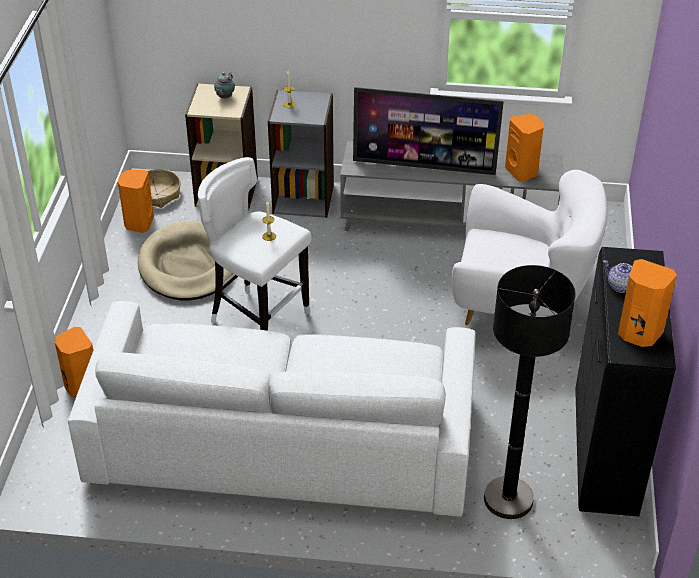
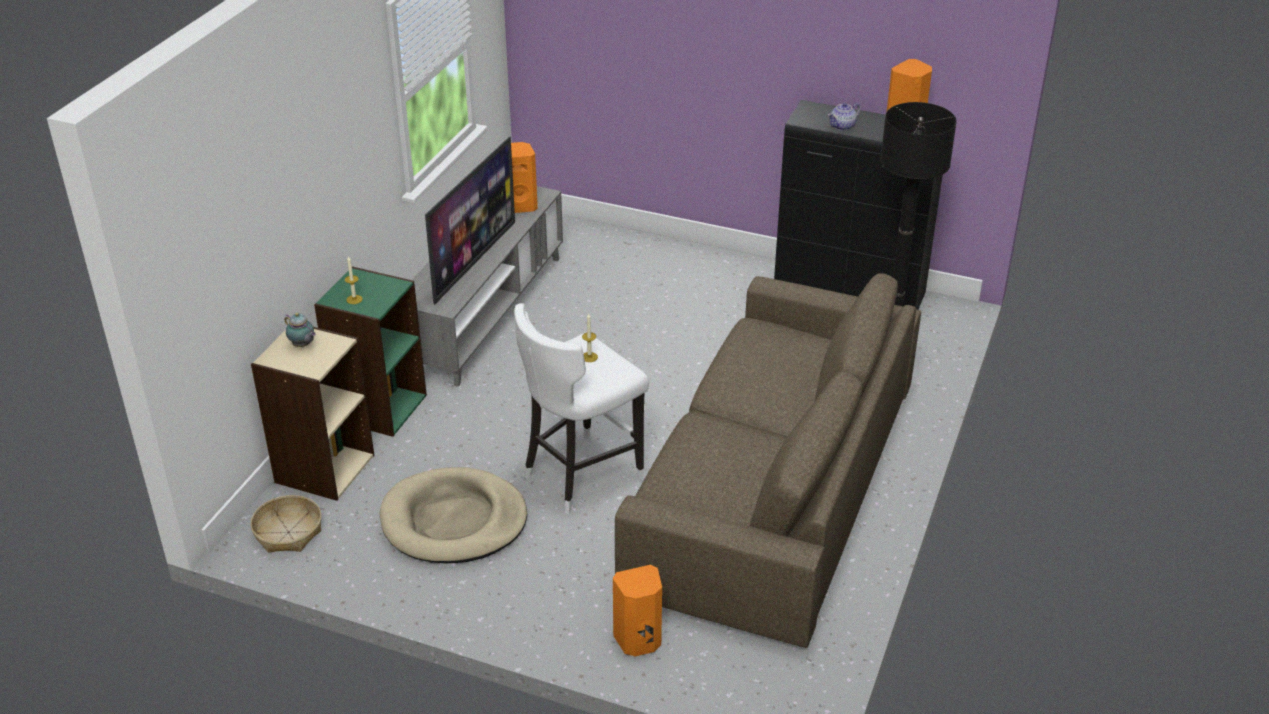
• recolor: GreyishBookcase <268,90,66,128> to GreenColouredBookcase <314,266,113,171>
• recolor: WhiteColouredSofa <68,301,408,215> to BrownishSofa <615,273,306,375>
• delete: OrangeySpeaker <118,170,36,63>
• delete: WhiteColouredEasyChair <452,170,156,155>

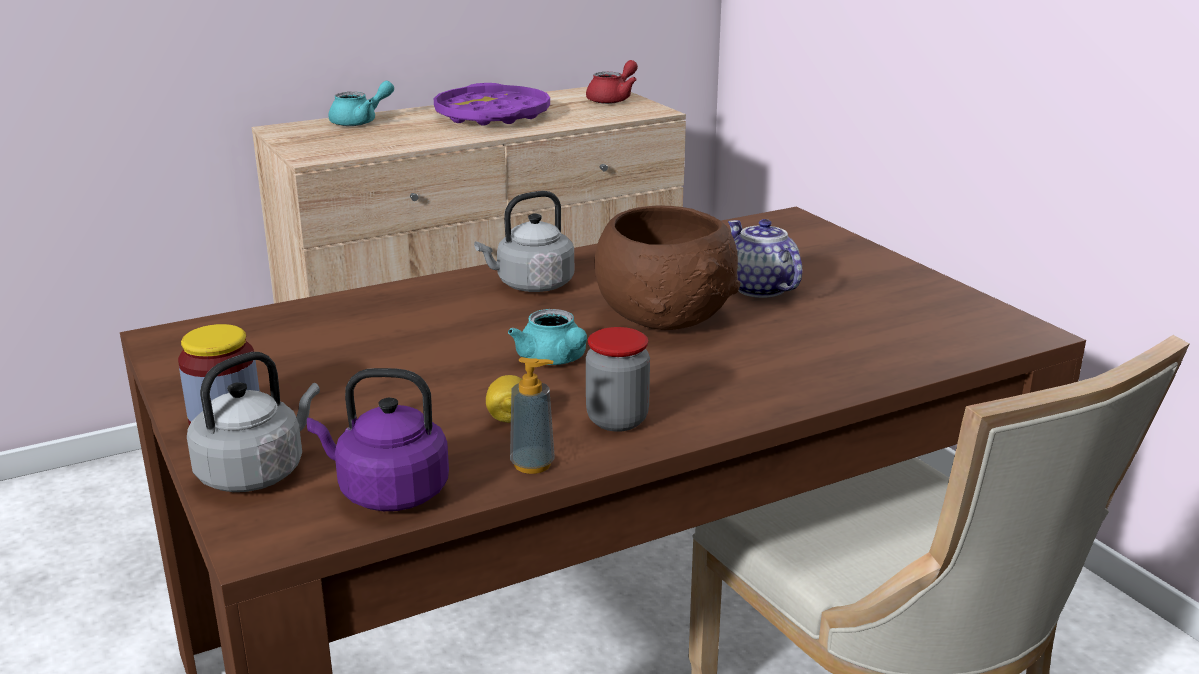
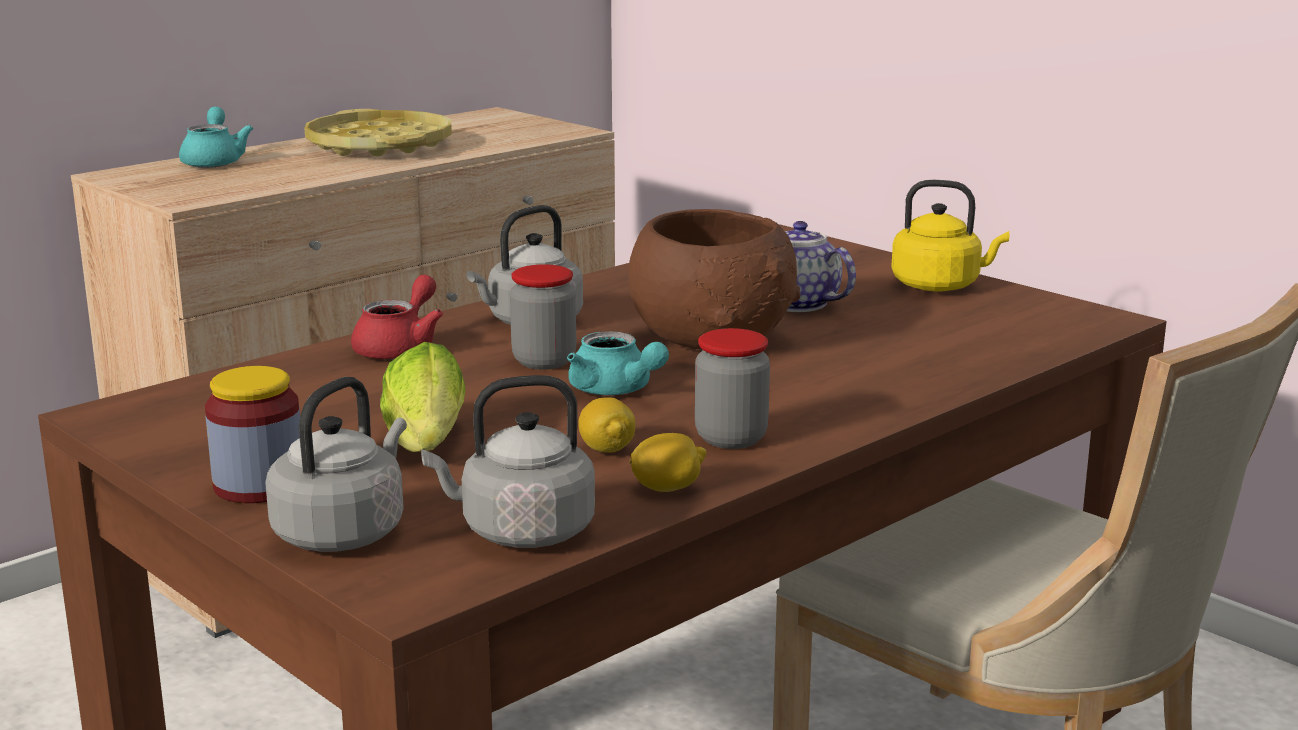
• rotate: TurquoiseTeaPot <328,81,66,45> = <179,107,74,61> 45 degrees counterclockwise
• recolor: PurplishServingTray <434,83,116,42> to YellowishServingTray <304,109,148,47>
• move: RedTeaPot <586,60,52,44> to <351,275,92,84>
• insert: HeadOfLettuce <380,342,85,110>
• recolor: PurplishTeaKettle <307,368,142,143> to GreyishTeaKettle <421,375,174,173>
• insert: Jar <510,264,66,106>
• replace: SoapDispenser <510,357,45,117> to Lemon <629,433,77,59>
• insert: YellowishTeaKettle <891,180,119,112>

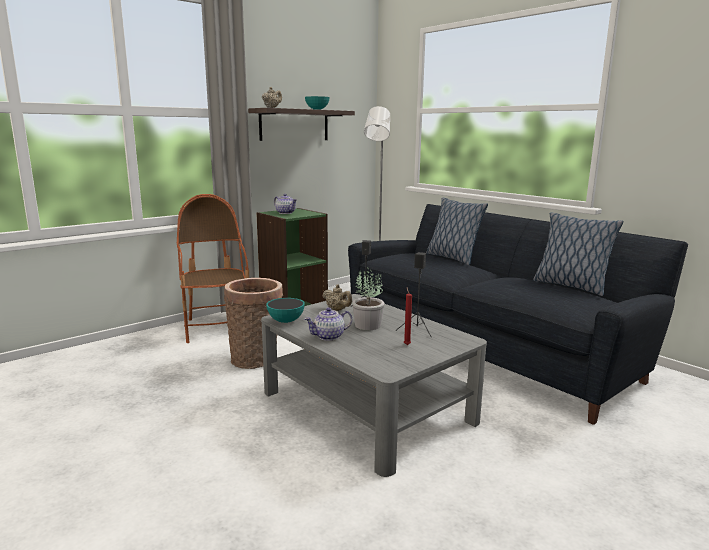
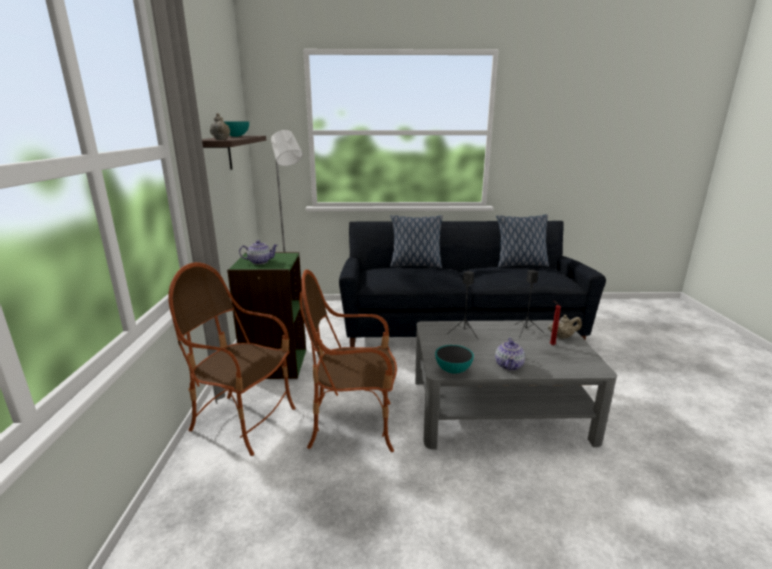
• replace: Basket <224,278,59,91> to EasyChair <299,269,98,183>
• move: BeigeColouredTeaPot <322,284,30,27> to <548,315,34,24>
• delete: PlantInAPot <352,267,33,63>

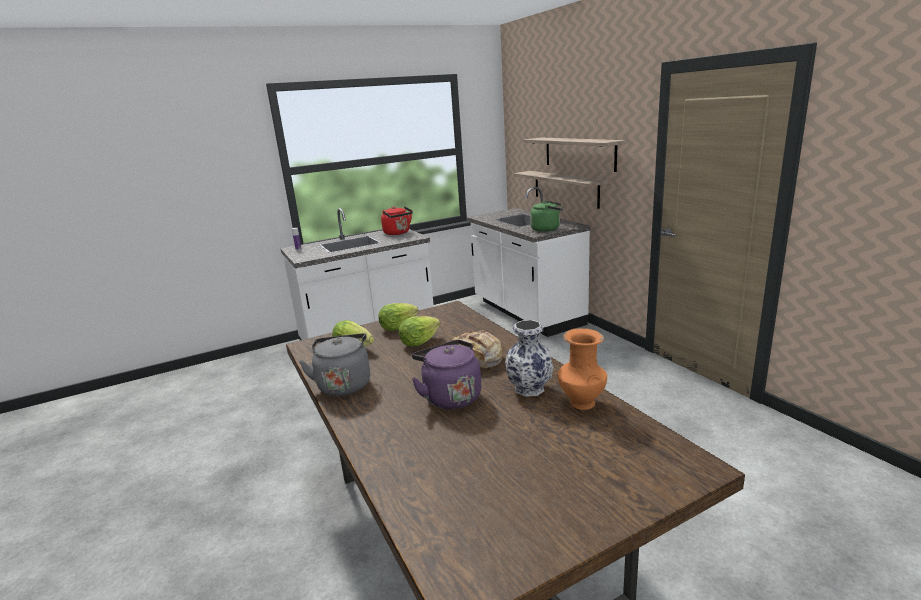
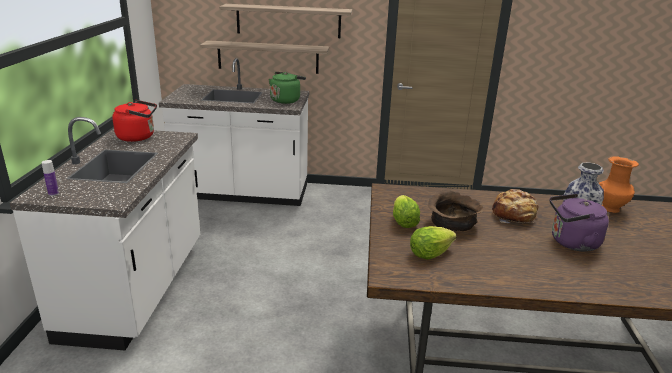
• replace: HeadOfLettuce <399,316,41,30> to BrownishDeepDish <428,190,55,41>
• delete: GreyishTeaKettle <299,333,71,63>

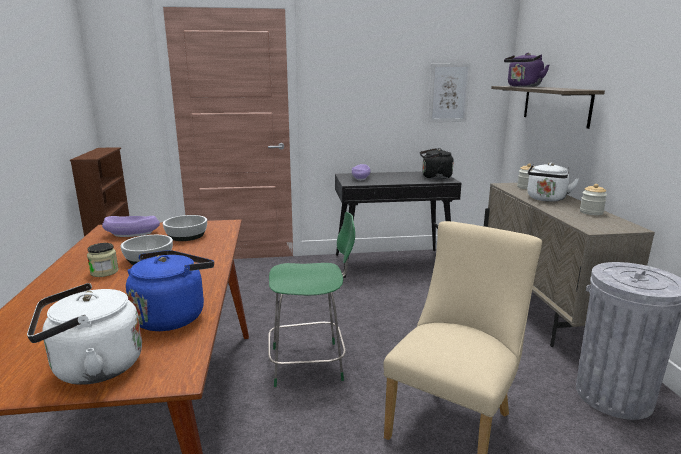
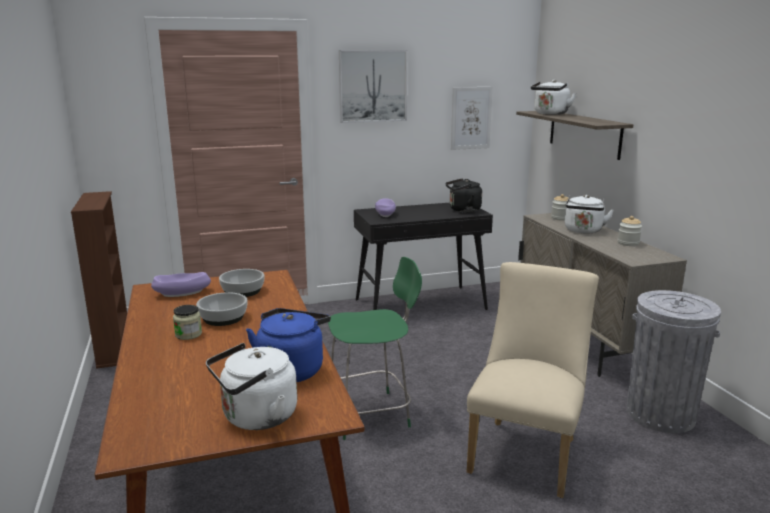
• insert: WallPicture <339,50,68,73>
• recolor: PurplishTeaKettle <504,53,46,34> to WhiteColouredTeaKettle <531,80,45,35>

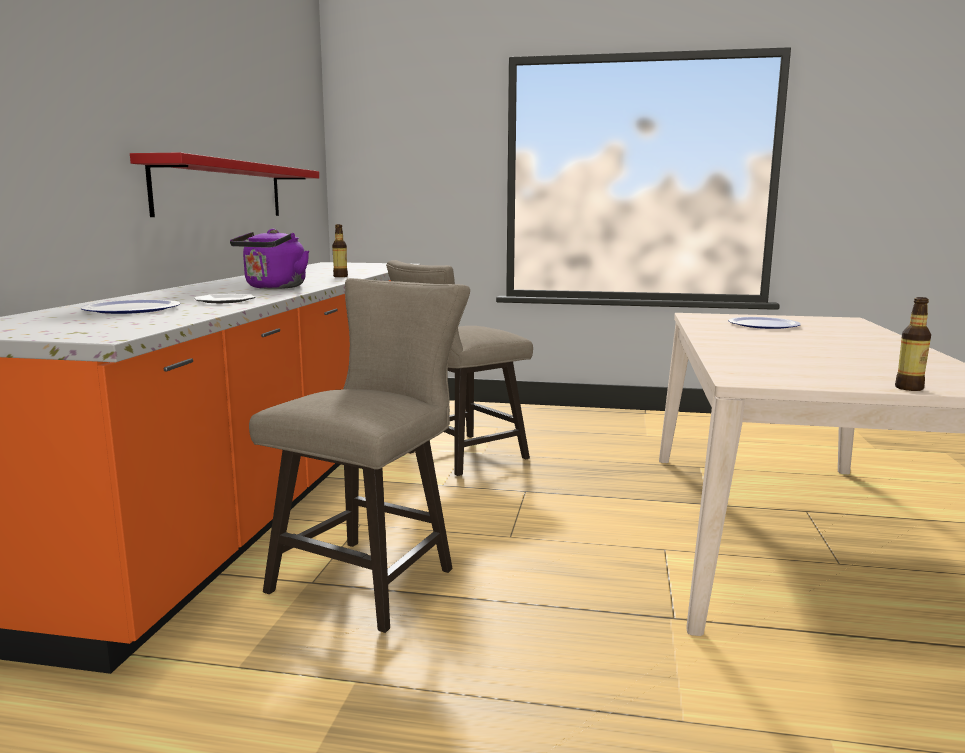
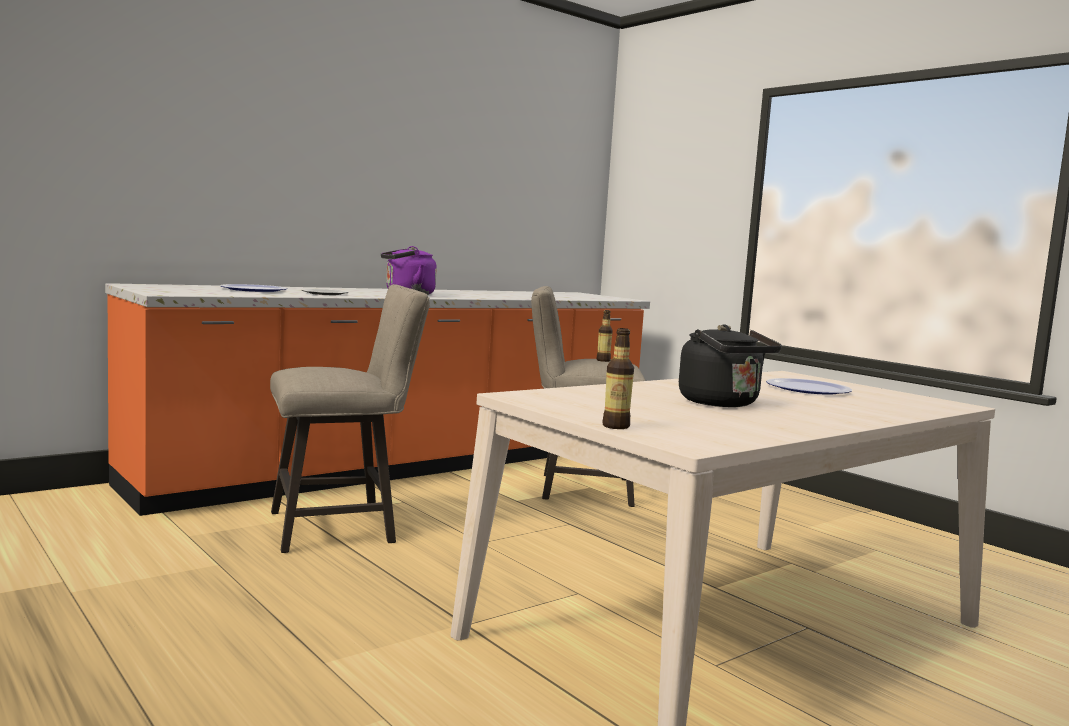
• move: DrinkBottle <332,224,16,53> to <596,310,17,52>
• insert: BlackTeaKettle <679,324,103,83>
• delete: RedWallShelf <130,153,189,64>

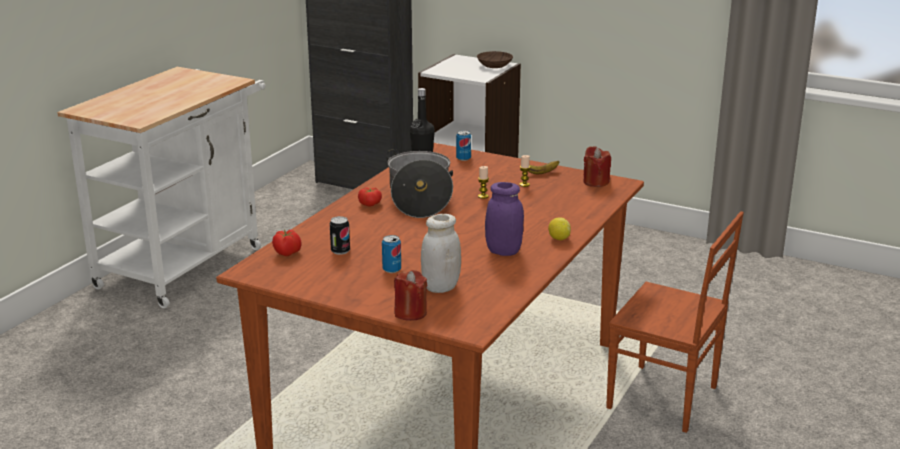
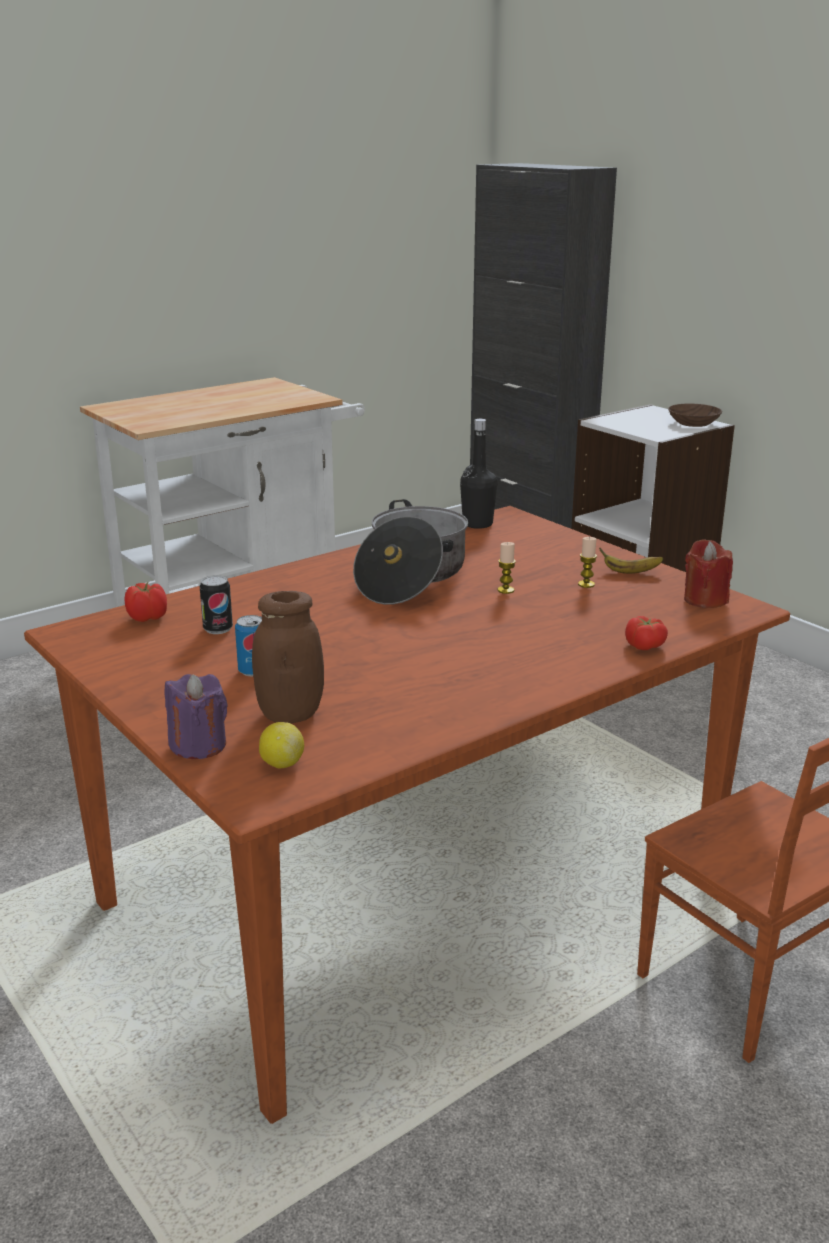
• recolor: RedWaxLight <394,270,34,51> to PurplishWaxLight <165,674,63,85>
• recolor: WhiteColouredJar <421,214,40,79> to BrownishJar <252,591,72,132>
• move: Lemon <548,217,23,23> to <259,722,45,46>
• move: FreshTomato <358,187,24,20> to <625,616,43,34>
• delete: SealedCan <456,130,15,31>
• delete: PurplishJar <485,182,39,74>

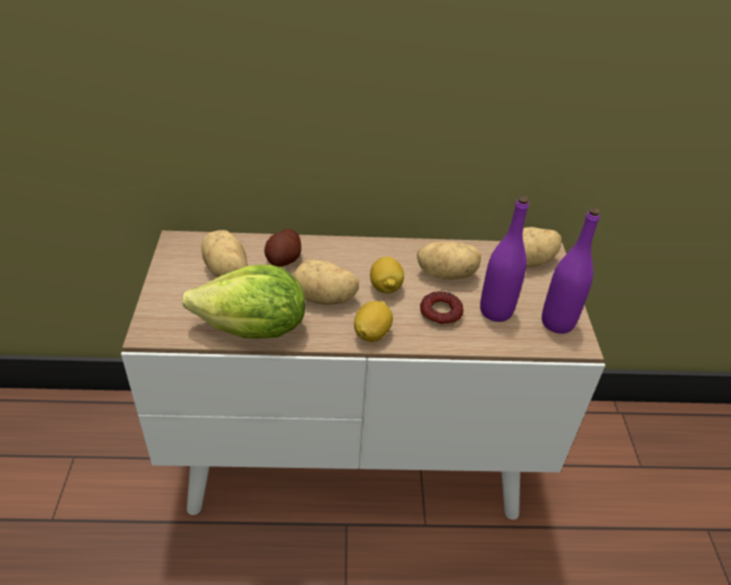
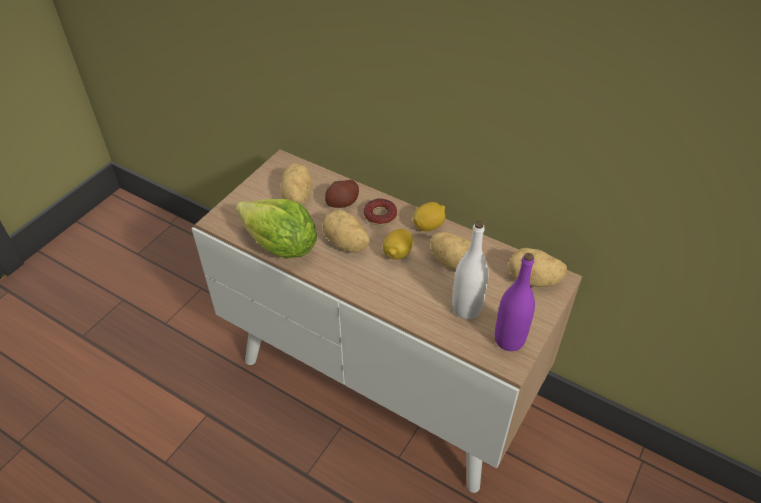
• move: Doughnut <420,291,44,35> to <363,199,34,27>
• move: Lemon <354,301,39,41> to <413,202,32,29>
• recolor: PurplishDrinkBottle <480,196,49,126> to WhiteColouredDrinkBottle <452,221,37,98>

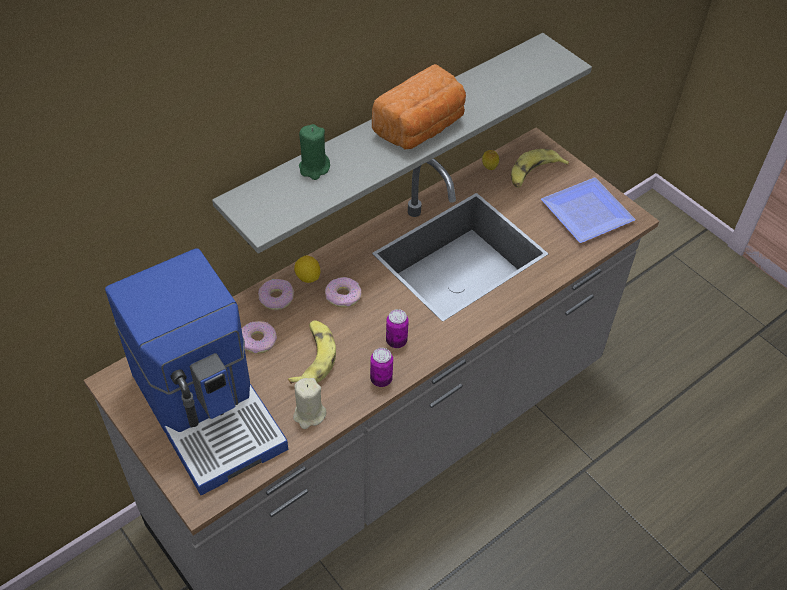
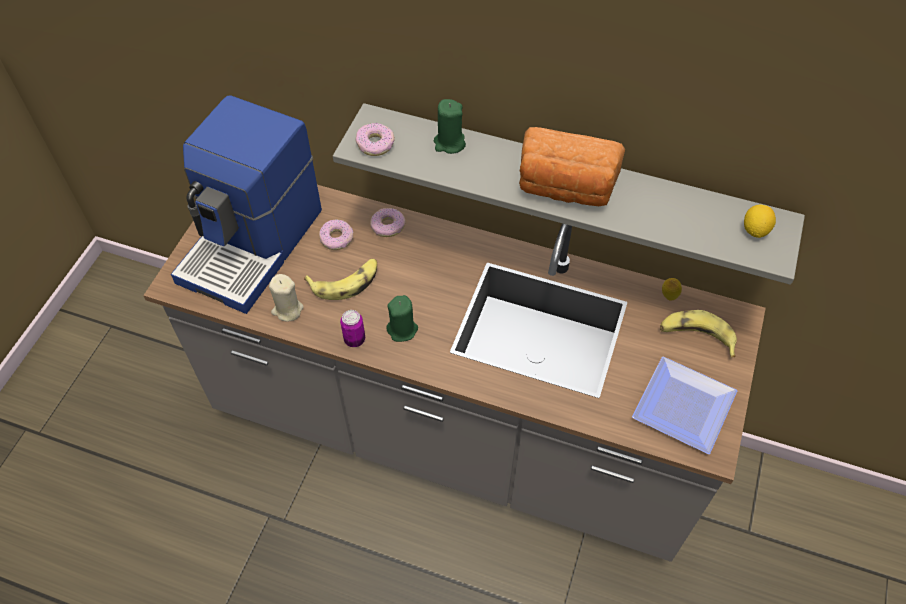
• move: Doughnut <325,277,36,30> to <356,123,39,33>
• replace: SealedCan <386,309,23,39> to GreenColouredWaxLight <387,295,31,47>
• move: Lemon <294,256,26,27> to <744,204,32,34>

